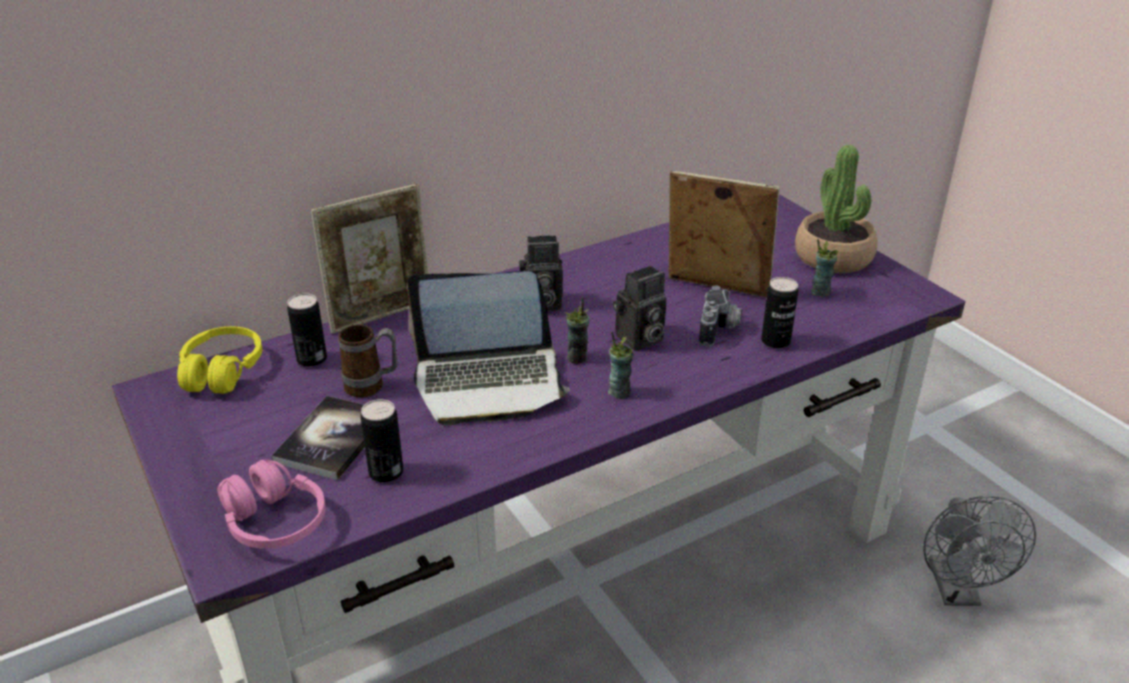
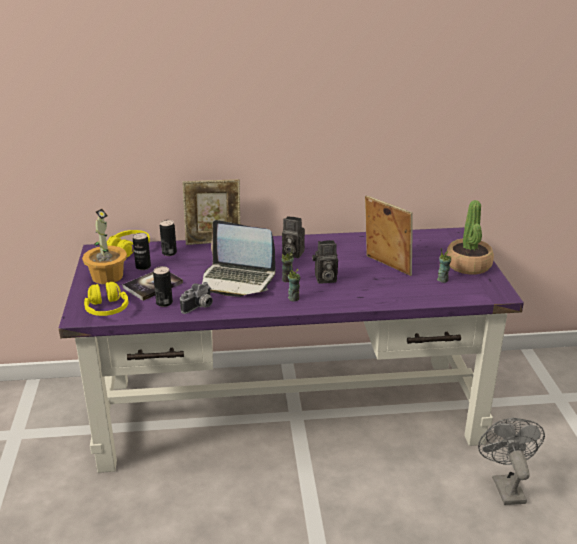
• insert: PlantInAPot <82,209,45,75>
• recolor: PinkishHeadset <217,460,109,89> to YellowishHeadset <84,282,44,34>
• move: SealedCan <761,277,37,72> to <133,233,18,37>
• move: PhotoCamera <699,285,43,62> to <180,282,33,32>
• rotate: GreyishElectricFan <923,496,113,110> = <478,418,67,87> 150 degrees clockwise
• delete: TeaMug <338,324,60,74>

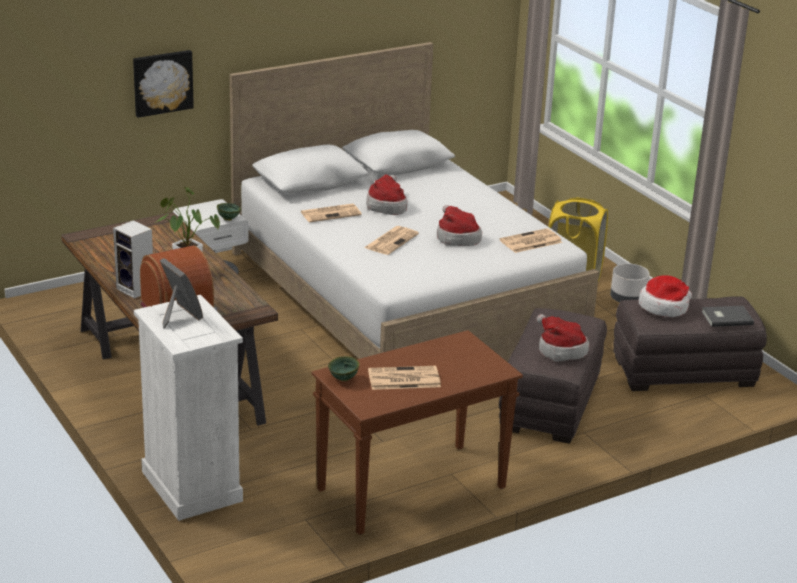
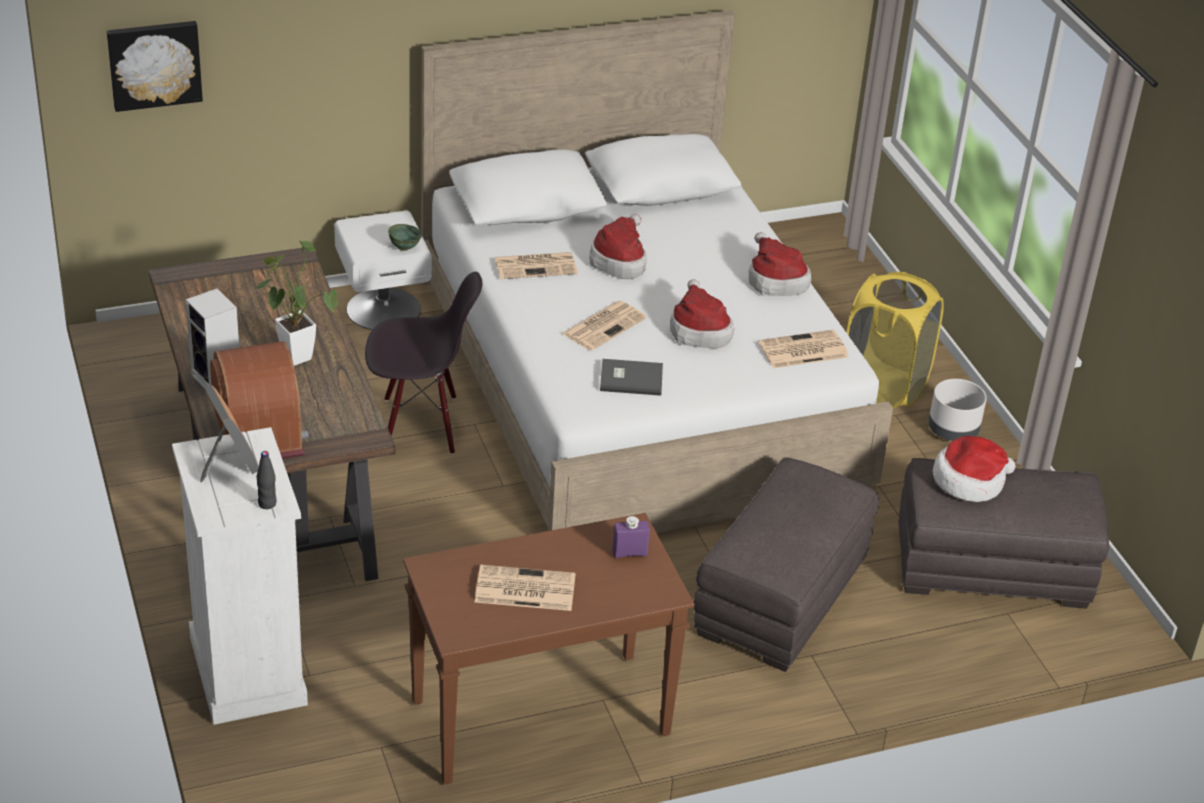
• move: WallPicture <133,50,61,68> to <107,21,96,91>
• insert: BlackDrinkBottle <257,451,20,58>
• insert: BlackChair <365,272,117,183>
• move: GreyishBoundBook <701,306,53,21> to <600,359,63,37>
• insert: PurplishDrinkBottle <612,516,38,42>
• move: ClothingHat <537,314,52,48> to <749,232,62,64>
• delete: GreenColouredDeepDish <328,356,31,25>

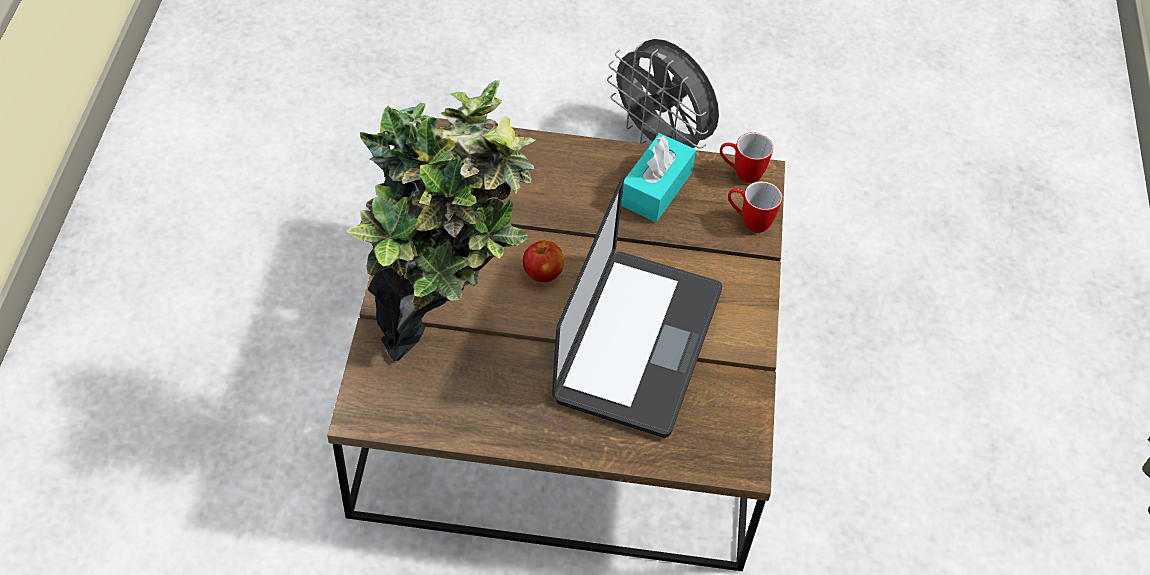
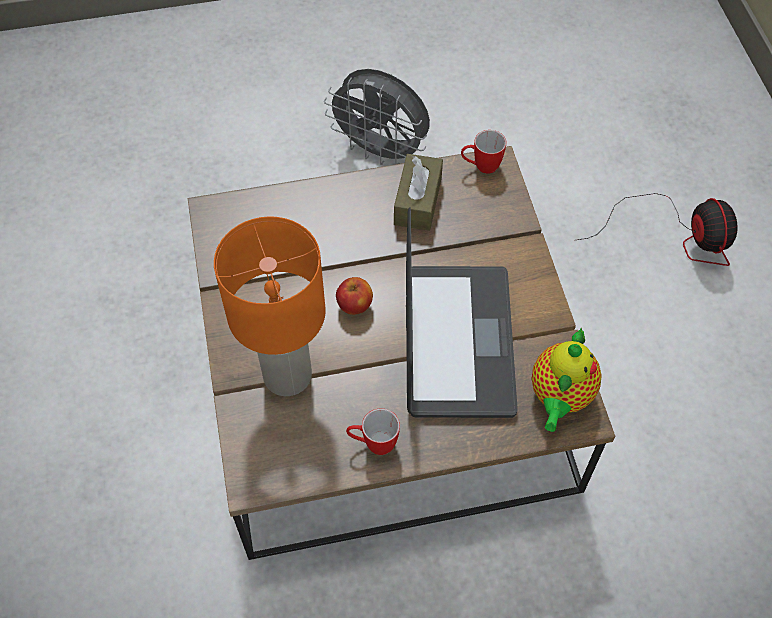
• replace: PlantInAPot <346,80,189,281> to OrangeyTabletopLamp <214,216,112,180>
• move: TeaMug <728,181,54,52> to <346,408,54,47>
• recolor: TurquoiseTissueHolder <621,133,75,89> to BrownishTissueHolder <394,154,49,77>
• insert: TeaPot <532,327,70,105>
• insert: ElectricFan <577,193,160,73>

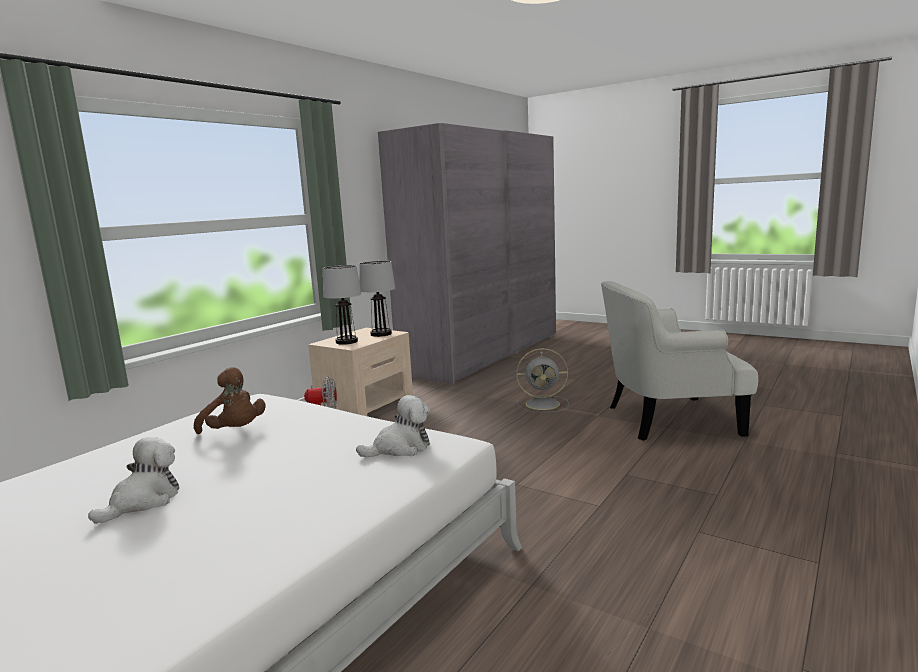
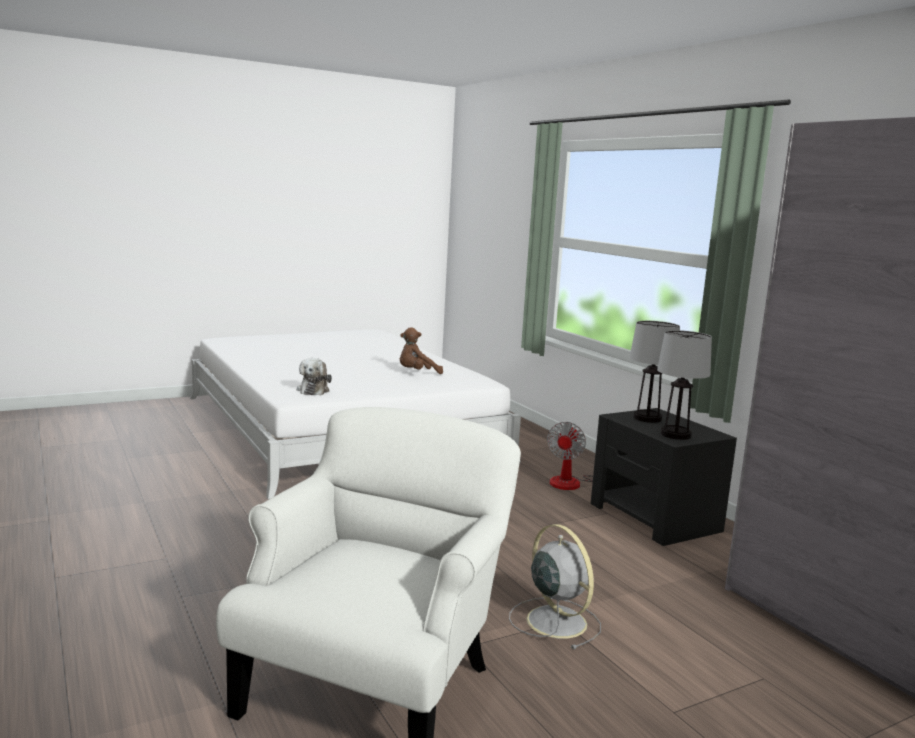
• rotate: GreyishElectricFan <516,348,53,65> = <509,524,92,125> 120 degrees clockwise
• recolor: BeigeColouredNightstand <308,328,105,88> to BlackNightstand <591,408,146,138>
• delete: PlushToy <88,437,91,87>

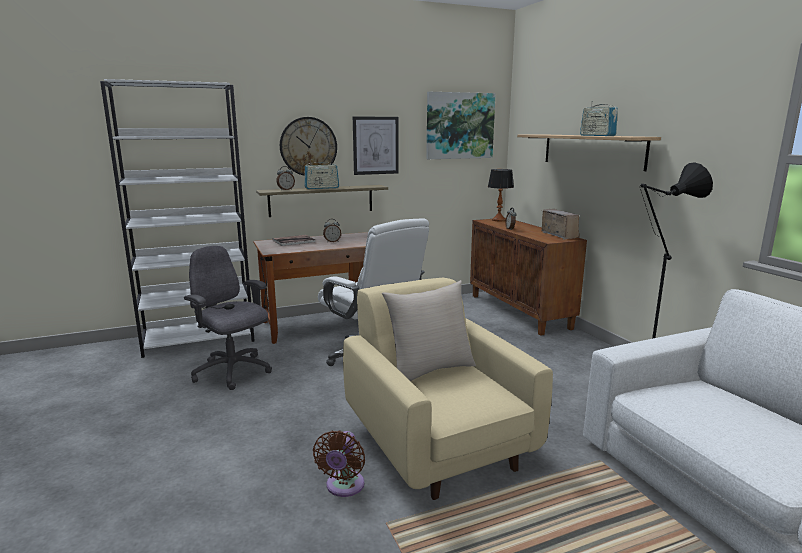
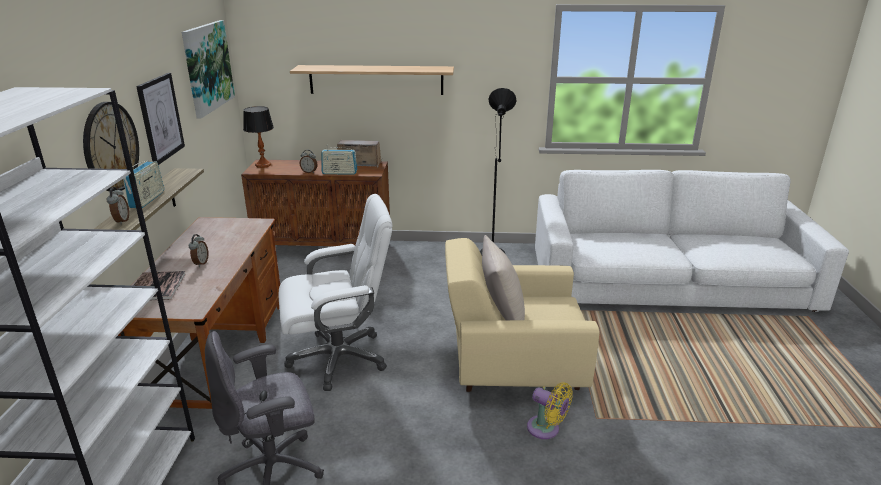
• move: RadioReceiver <580,101,38,35> to <321,145,36,29>
• recolor: BrownishElectricFan <313,431,52,66> to YellowishElectricFan <527,382,46,57>

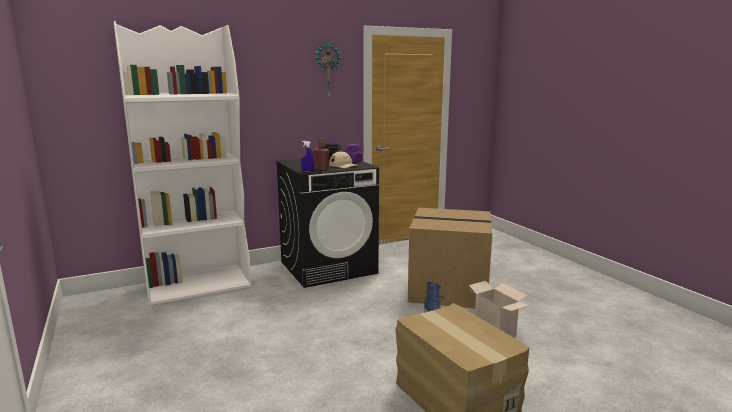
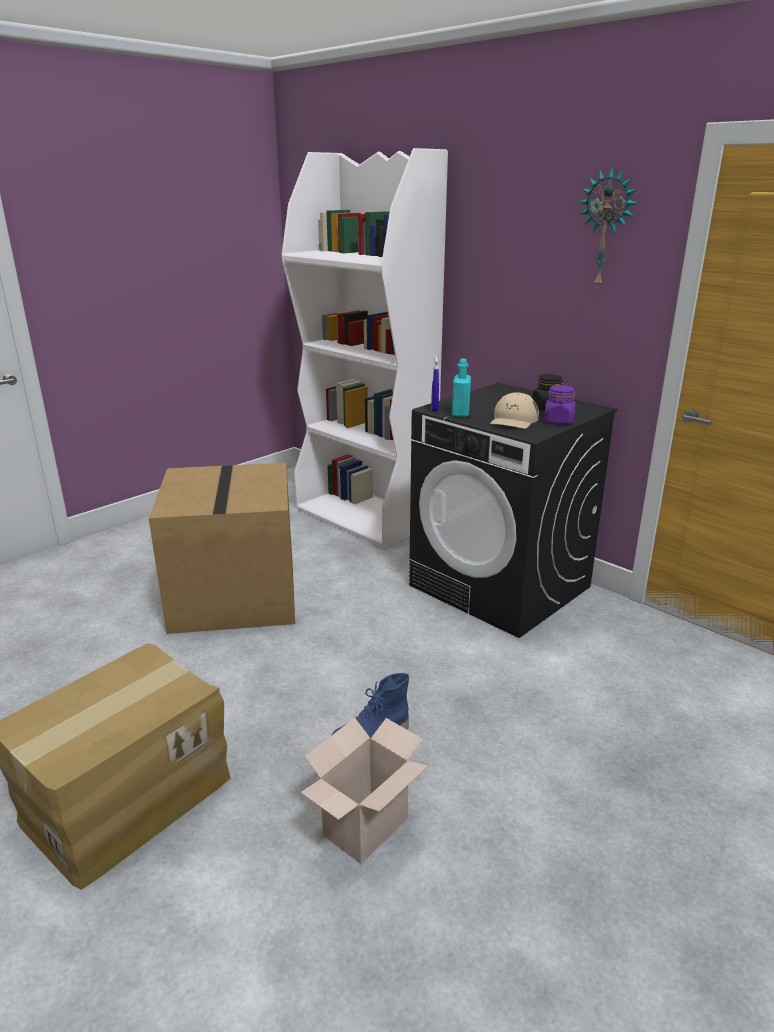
• move: Carton <408,208,84,101> to <149,463,146,171>
• recolor: RedDrinkBottle <313,138,16,33> to TurquoiseDrinkBottle <452,359,19,58>

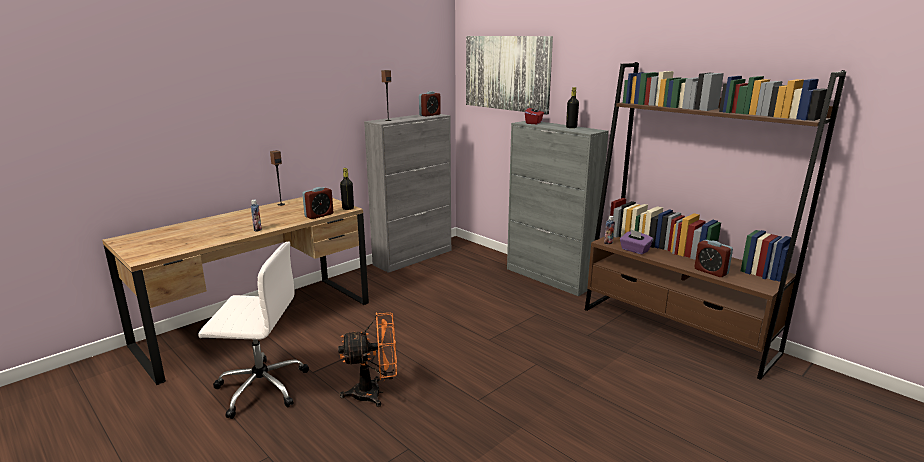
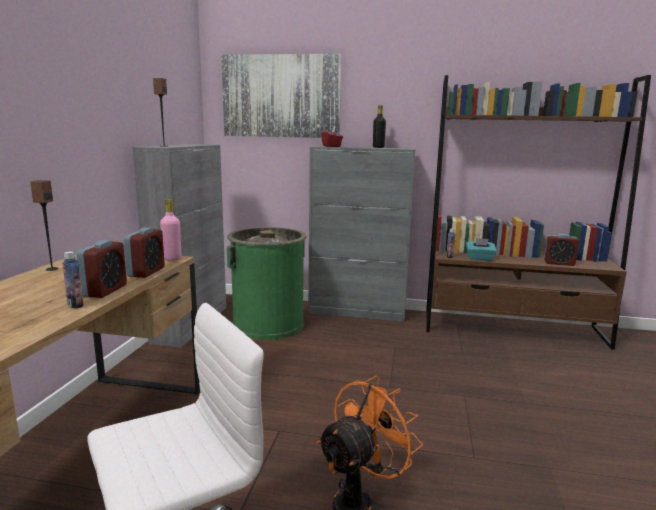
• move: TableClock <419,91,22,26> to <76,240,51,58>
• recolor: BlackDrinkBottle <340,168,14,42> to PinkishDrinkBottle <160,199,22,62>
• insert: GreenColouredTrashCan <227,227,79,113>
• recolor: PurplishTissueHolder <620,229,33,26> to TurquoiseTissueHolder <466,238,31,23>

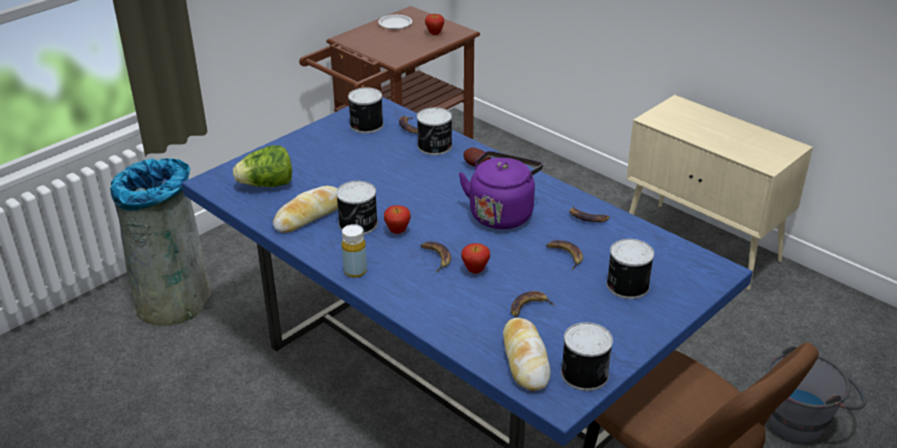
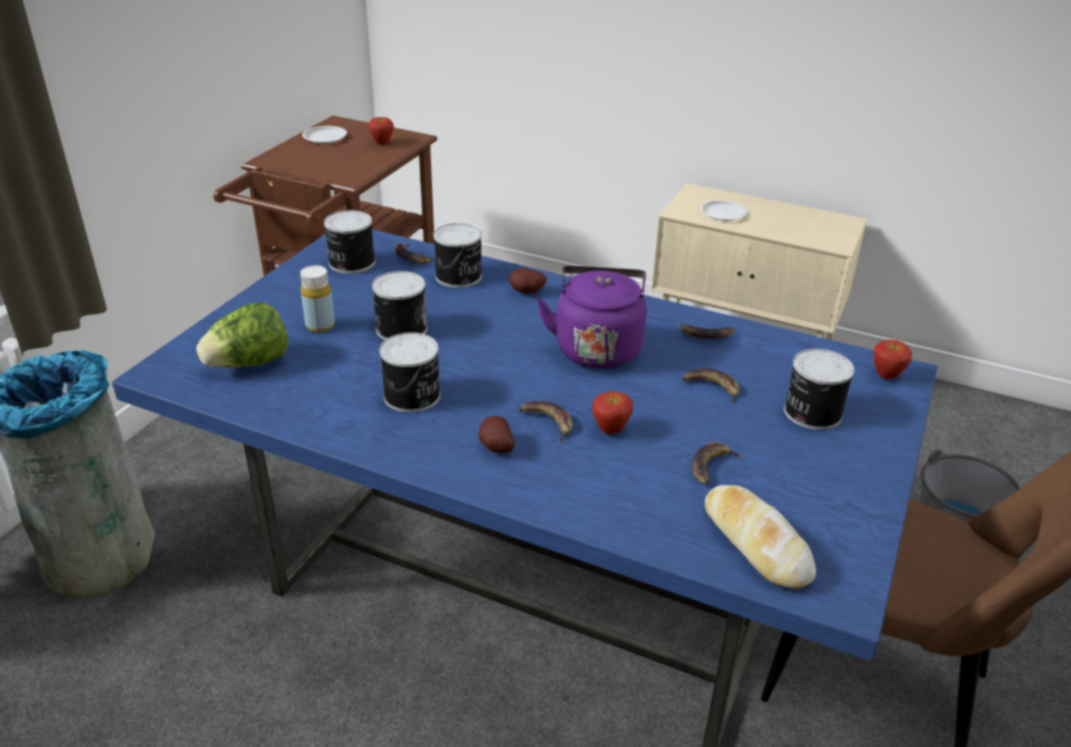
• move: YellowishDrinkBottle <342,224,25,54> to <300,265,35,68>
• move: SealedCan <561,322,52,69> to <372,271,55,69>
• insert: Potato <478,416,37,37>
• insert: WhiteColouredFlatDish <700,200,47,21>
• move: Apple <384,205,27,29> to <874,340,38,39>
• delete: BakeryBread <273,186,65,47>

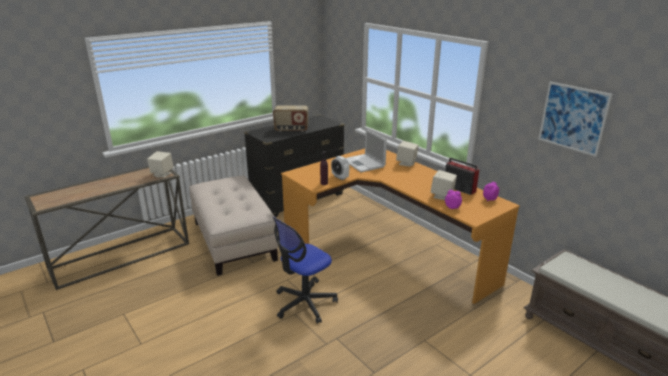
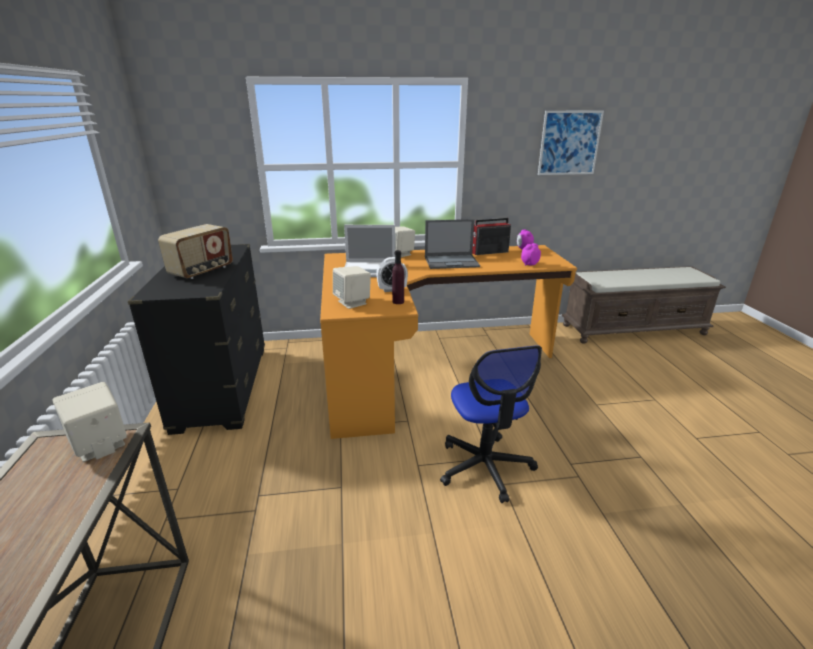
• move: BeigeColouredSpeaker <431,170,26,30> to <333,266,38,43>
• insert: PortableComputer <425,219,55,50>
• delete: BeigeColouredPouffe <189,176,89,100>

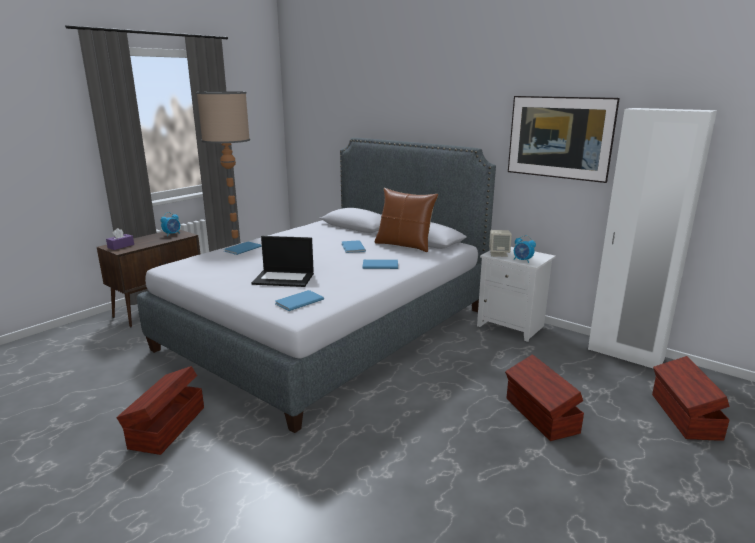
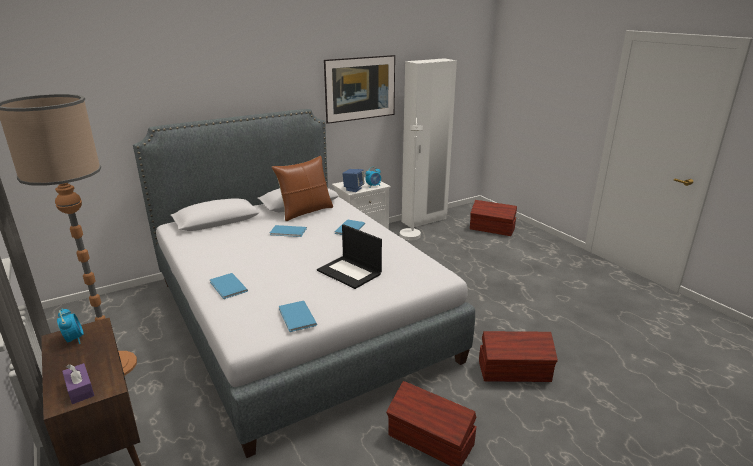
• move: BlueColouredBoundBook <275,290,49,21> to <279,301,38,31>
• rotate: PortableComputer <251,236,63,51> = <317,224,65,65> 105 degrees clockwise
• recolor: BeigeColouredSpeaker <489,230,23,27> to BlueColouredSpeaker <342,169,23,23>
• insert: WhiteColouredFloorLamp <400,118,23,122>
• move: BrownishStorageContainer <505,354,79,87> to <479,331,79,51>

